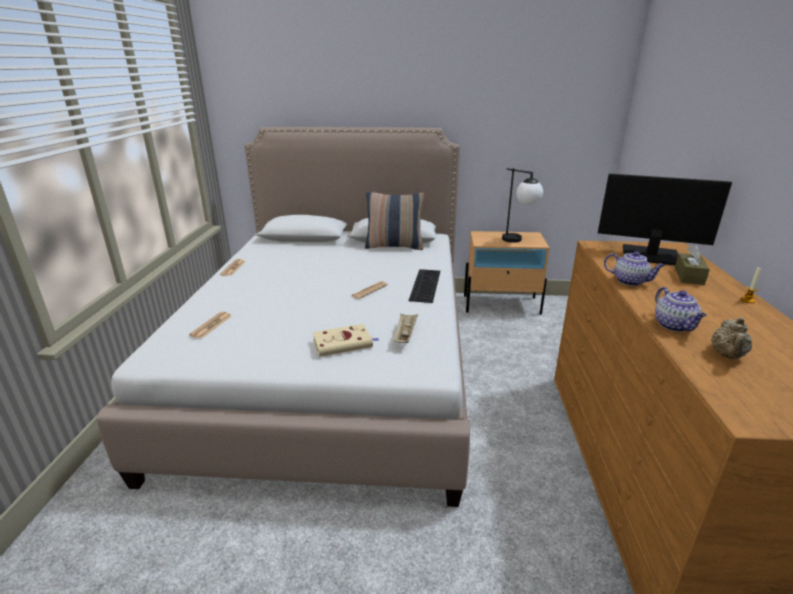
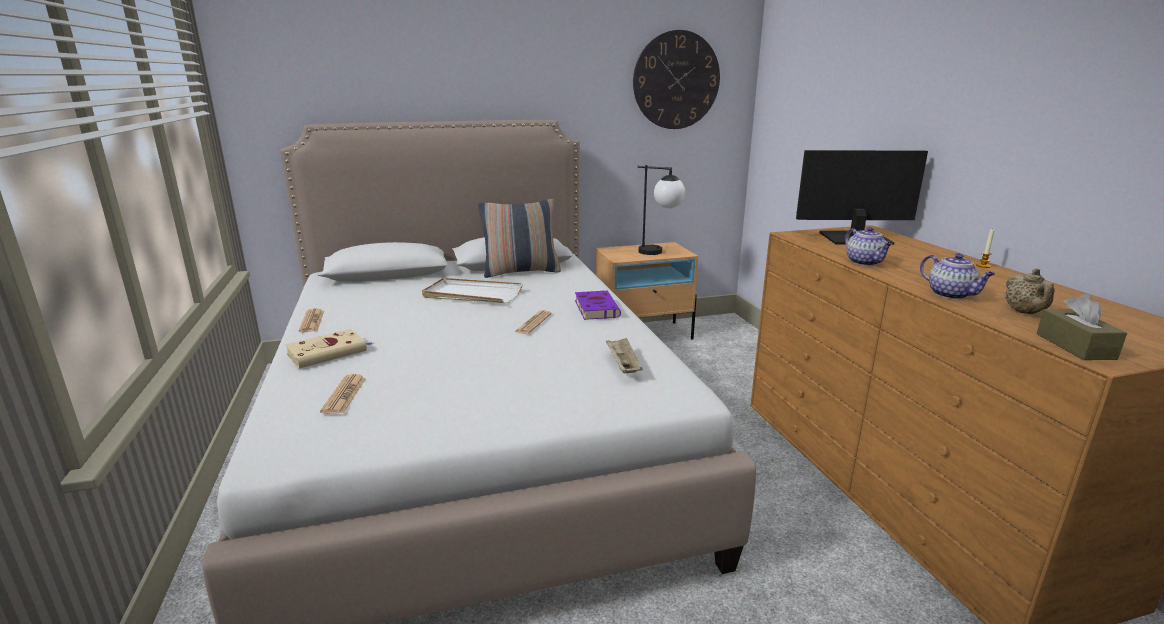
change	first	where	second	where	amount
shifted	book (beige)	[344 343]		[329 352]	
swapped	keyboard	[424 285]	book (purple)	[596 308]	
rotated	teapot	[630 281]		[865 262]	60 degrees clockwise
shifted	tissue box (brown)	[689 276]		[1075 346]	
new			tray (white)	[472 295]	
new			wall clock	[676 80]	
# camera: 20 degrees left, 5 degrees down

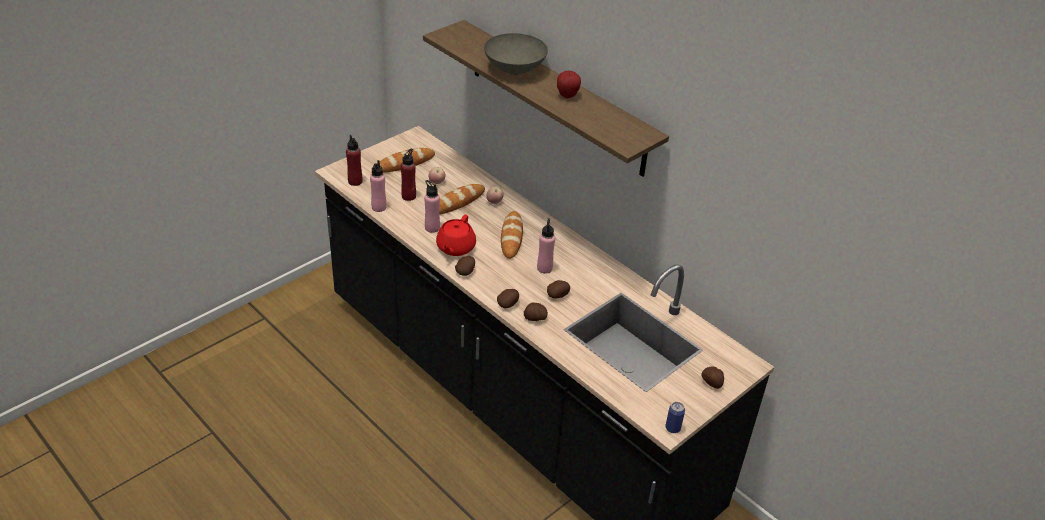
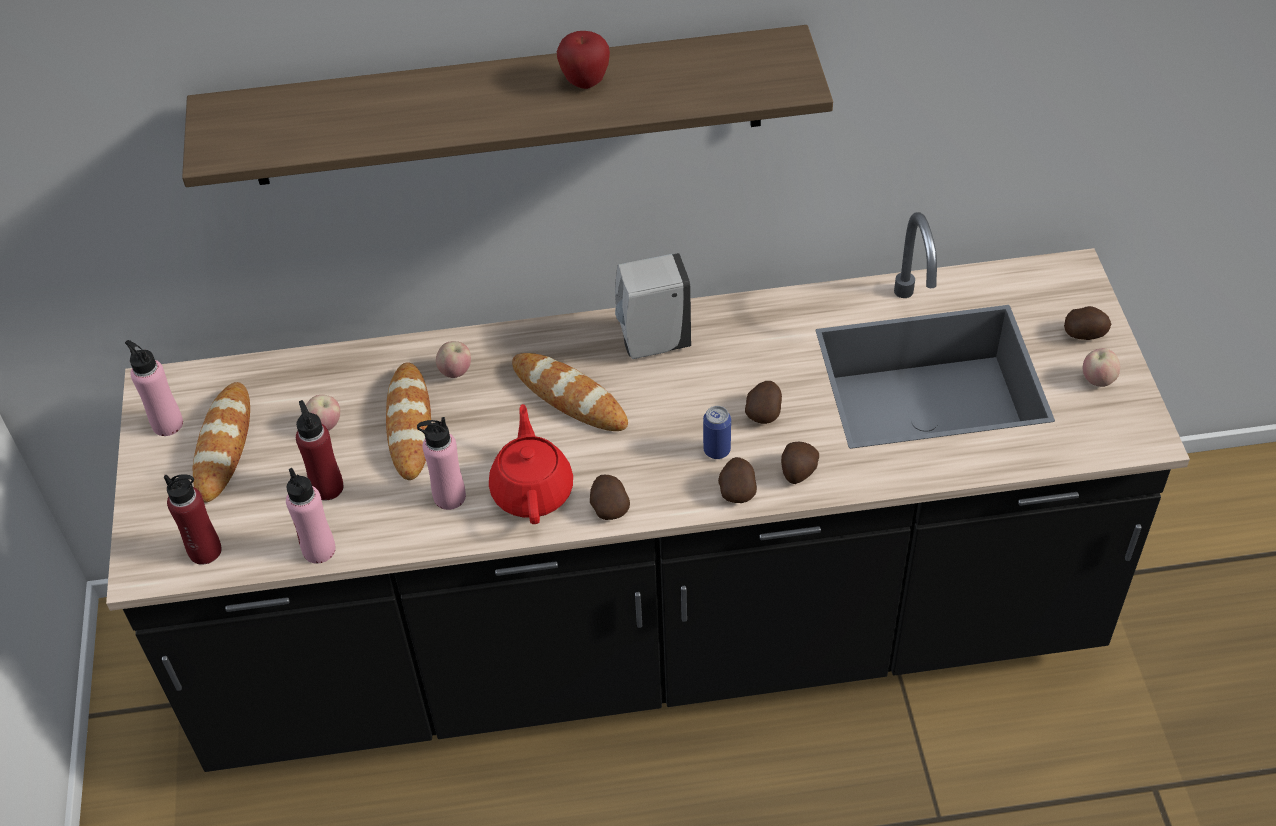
change	first	where	second	where	amount
rotated	teapot (red)	[455 248]		[533 490]	150 degrees counterclockwise
gone	bowl (grey)	[514 69]			
shifted	bottle (pink)	[544 268]		[167 424]	
shifted	can	[672 428]		[717 450]	
new			soap dispenser (white)	[651 343]	
new			apple	[1097 380]	
# camera: 50 degrees left, 10 degrees up

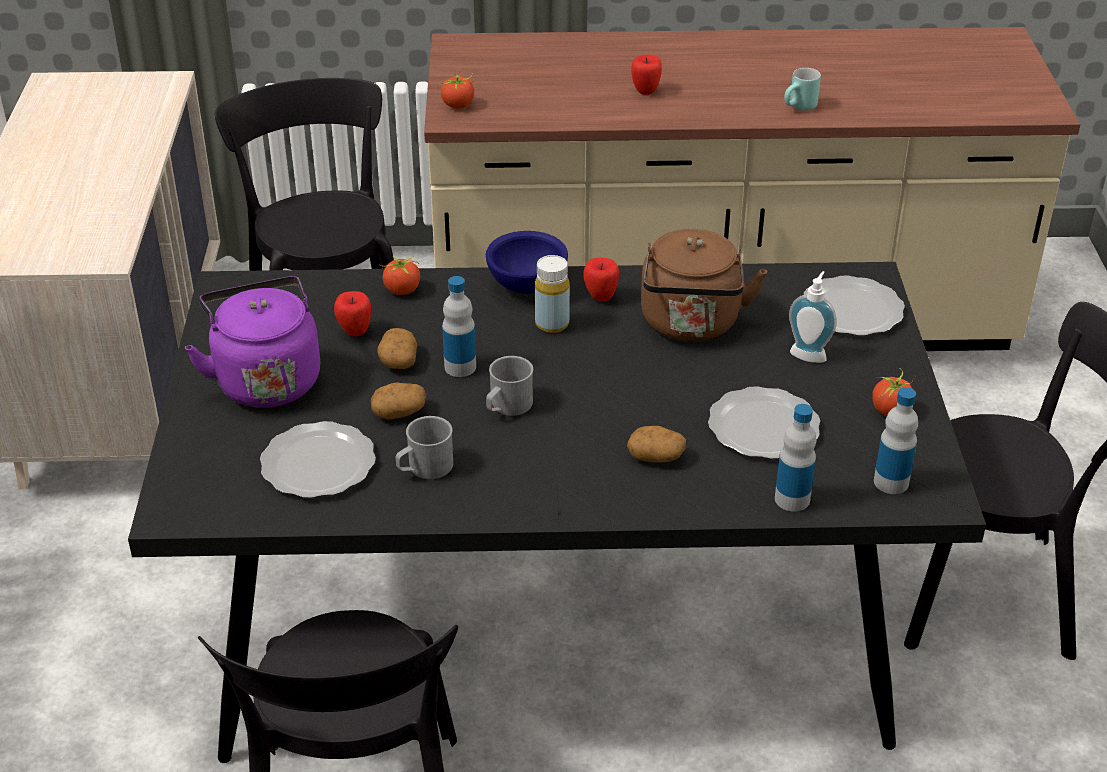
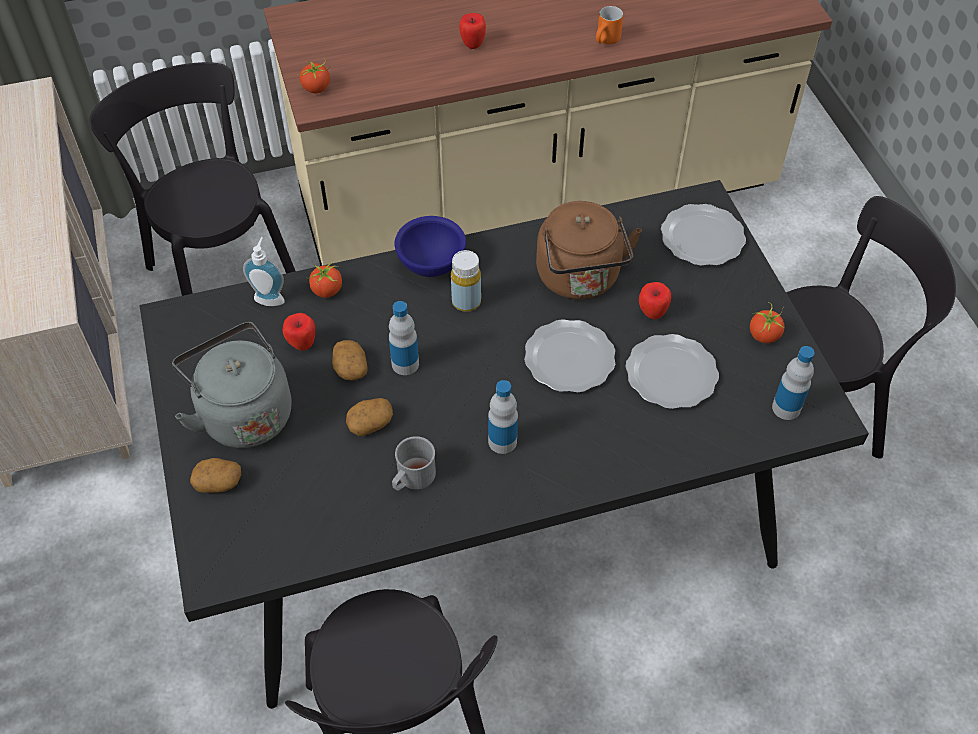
change	first	where	second	where	amount
repainted	kettle (purple)	[266 379]	kettle (grey)	[243 413]	
shifted	plate	[319 464]		[571 359]	
gone	mug (grey)	[507 407]			
shifted	apple	[600 298]		[652 314]	
shifted	potato	[656 456]		[219 482]	
shifted	bottle	[792 499]		[502 441]	
repainted	mug (turquoise)	[800 108]	mug (orange)	[607 42]	
shifted	soap dispenser	[809 353]		[270 297]	
# camera: 15 degrees left, 15 degrees up

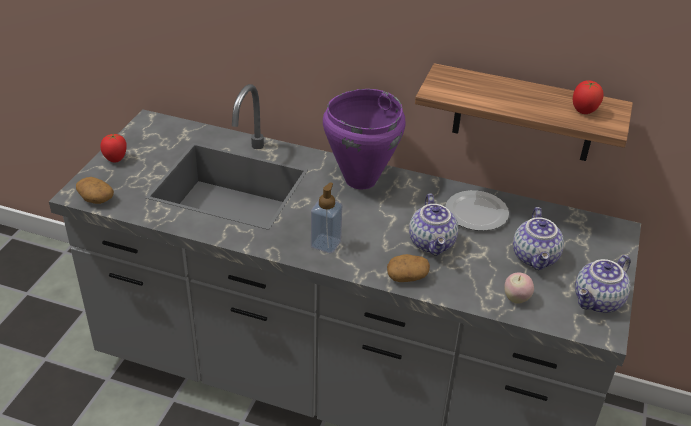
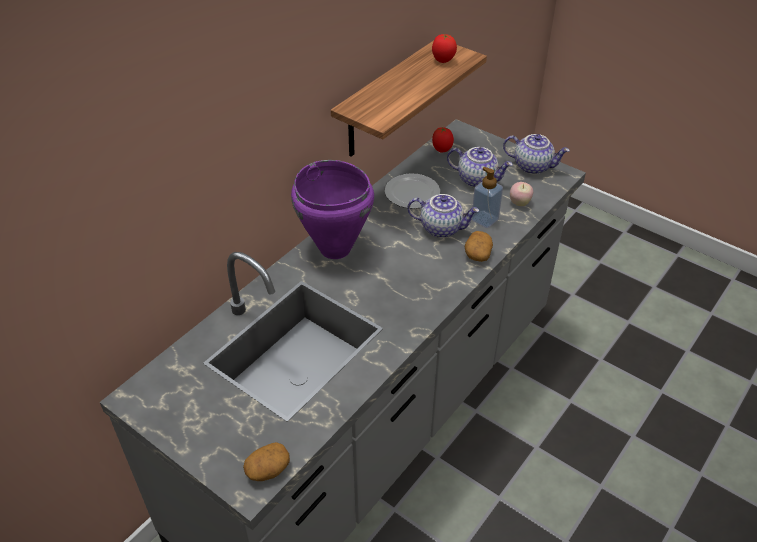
change	first	where	second	where	amount
shifted	tomato	[115 159]		[442 150]	
shifted	soap dispenser	[326 244]		[484 219]	
rotated	teapot	[598 302]		[533 166]	45 degrees counterclockwise
# camera: 70 degrees left, 5 degrees up

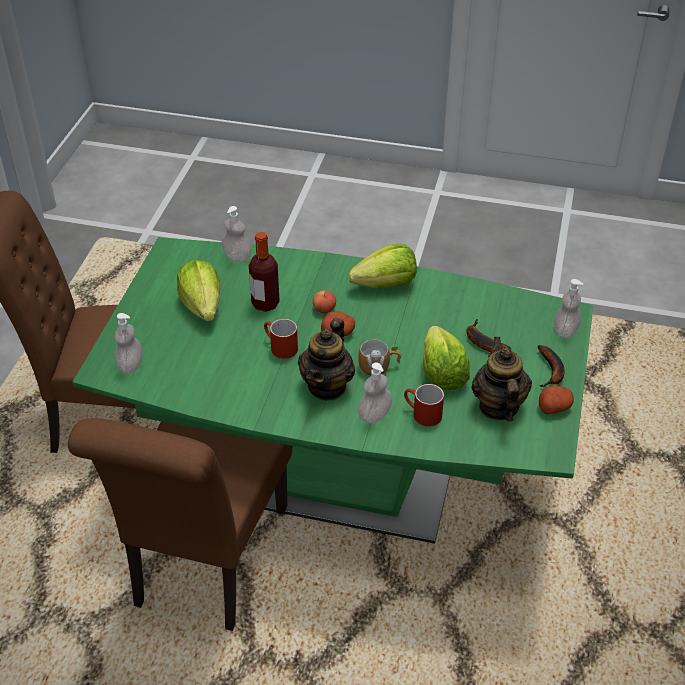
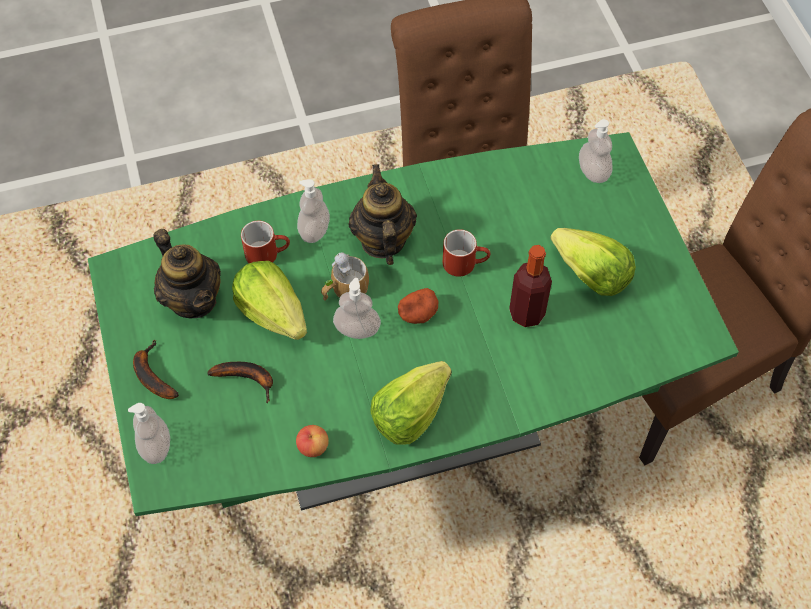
change	first	where	second	where	amount
shifted	soap dispenser	[237 257]		[357 329]	
shifted	apple	[324 309]		[313 447]	
gone	potato	[554 407]			
# camera: 150 degrees right, 15 degrees up

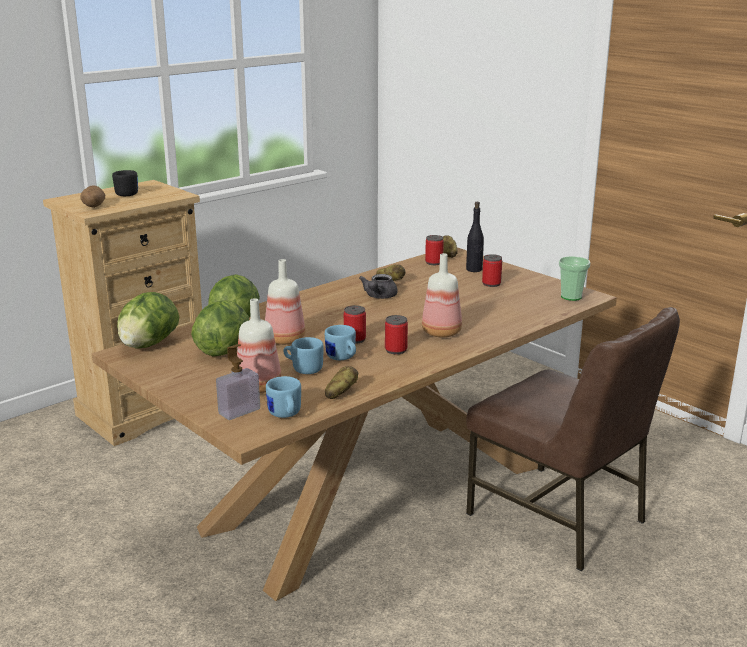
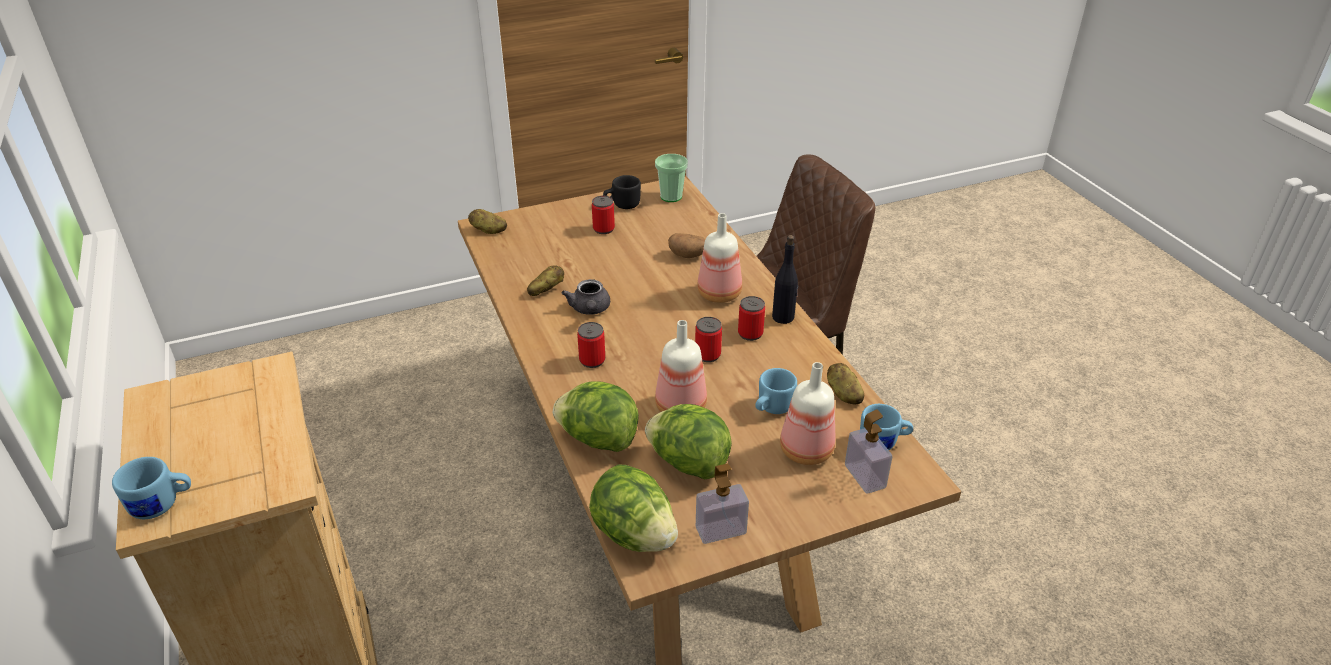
change	first	where	second	where	amount
shifted	potato	[93 206]		[688 255]	
shifted	mug (black)	[125 194]		[622 205]	
shifted	mug (blue)	[342 358]		[162 505]	
rotated	teapot (grey)	[379 297]		[589 310]	45 degrees clockwise
shifted	can	[434 262]		[592 360]	
shifted	bottle (black)	[474 269]		[783 317]	
new			soap dispenser	[720 530]	
# camera: 70 degrees left, 15 degrees up

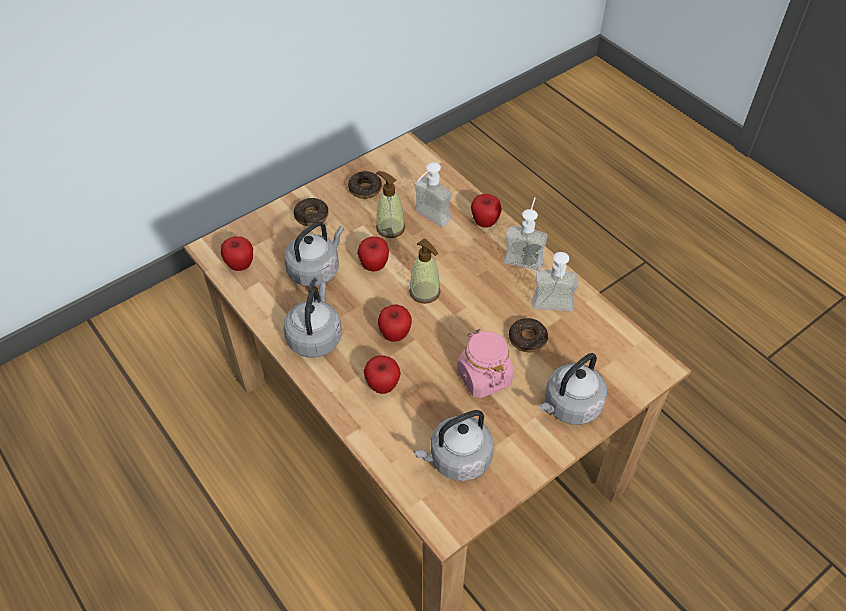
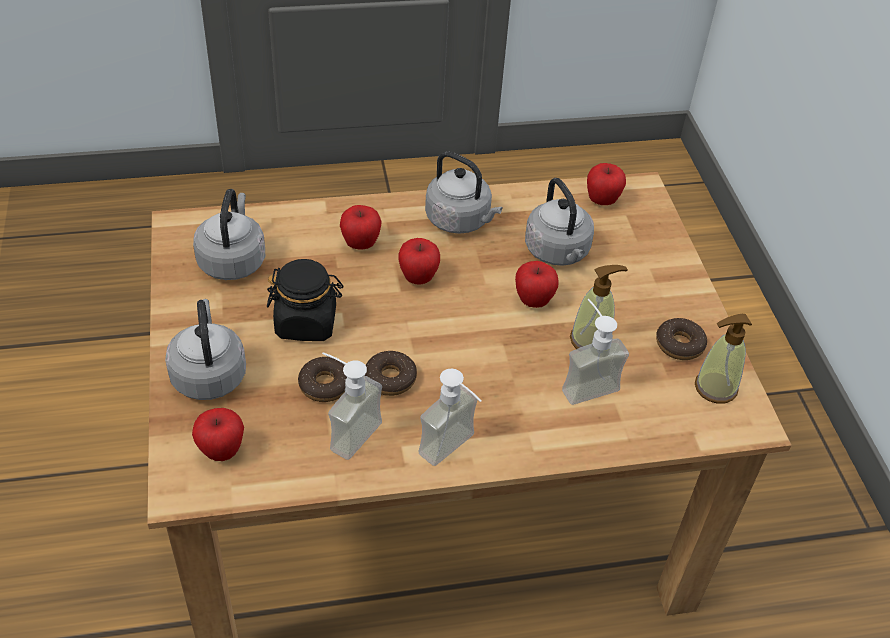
change	first	where	second	where	amount
shifted	donut	[311 216]		[390 378]	
shifted	soap dispenser	[425 292]		[715 388]	
repainted	jar (pink)	[484 377]	jar (black)	[306 323]	
shifted	apple	[485 222]		[221 451]	
# camera: 115 degrees right, 5 degrees down

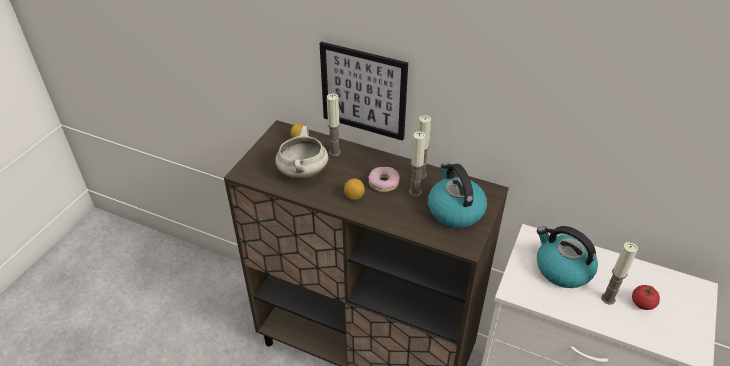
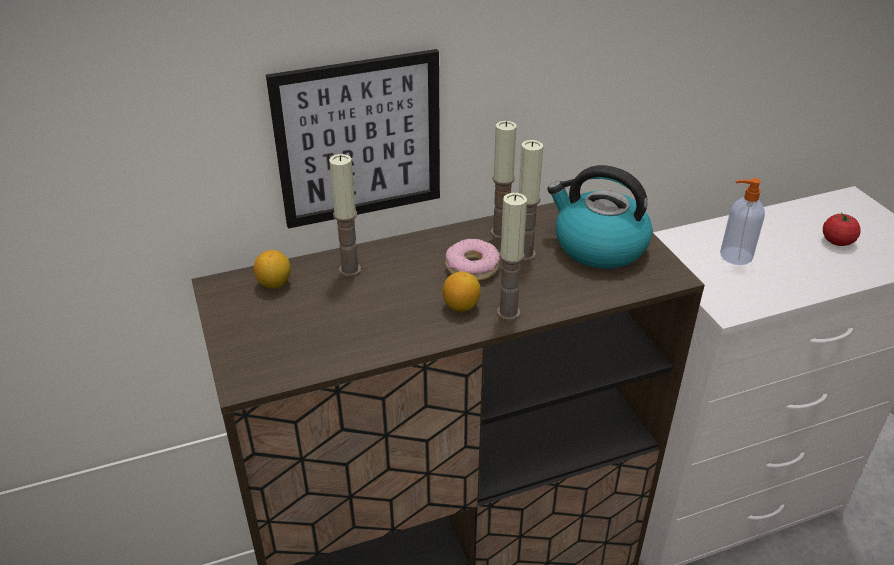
change	first	where	second	where	amount
gone	cooking pot (white)	[302 172]			
swapped	kettle	[562 269]	soap dispenser	[734 256]	
shifted	candle	[608 299]		[508 312]	
# camera: 45 degrees left, 5 degrees down

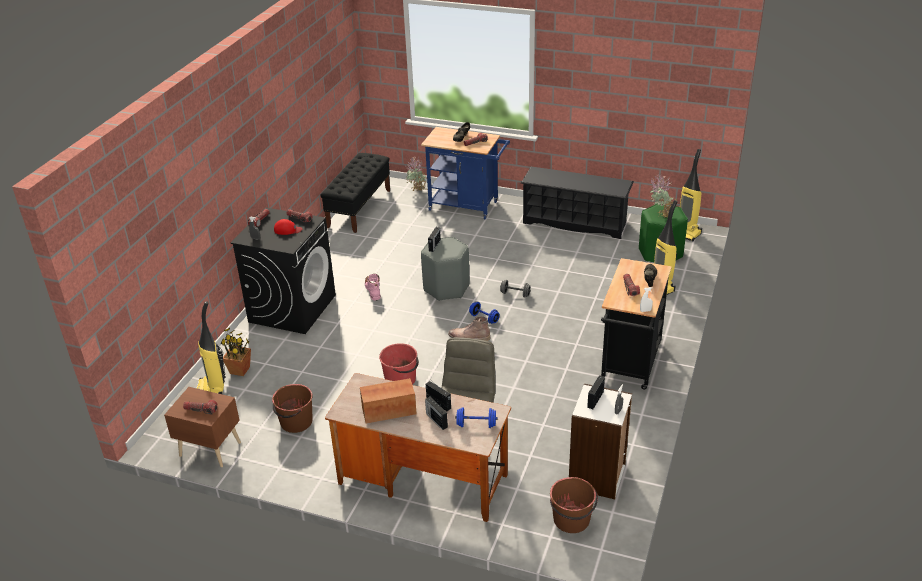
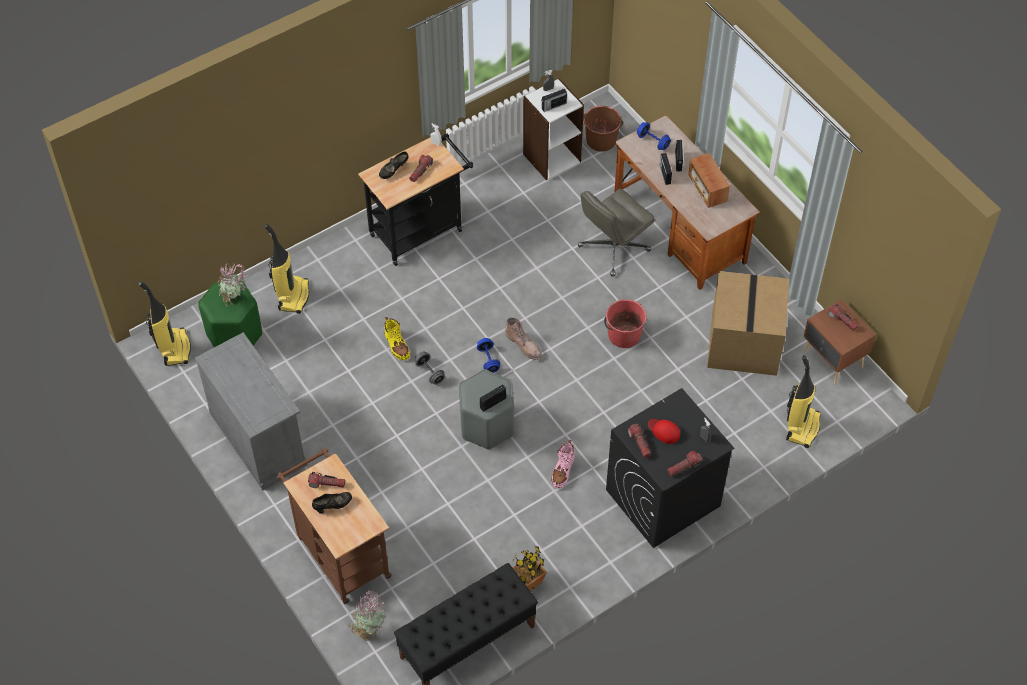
change	first	where	second	where	amount
shifted	potted plant	[240 370]		[528 582]	
swapped	bucket (brown)	[296 422]	cardboard box	[745 344]	
rotated	radio	[389 411]		[707 188]	45 degrees clockwise
repainted	cart (blue)	[467 206]	cart (brown)	[340 553]	
swapped	shoe rack (black)	[575 223]	cabinet (grey)	[258 438]	
new			boot (yellow)	[396 345]	
# camera: 145 degrees left, 20 degrees up

